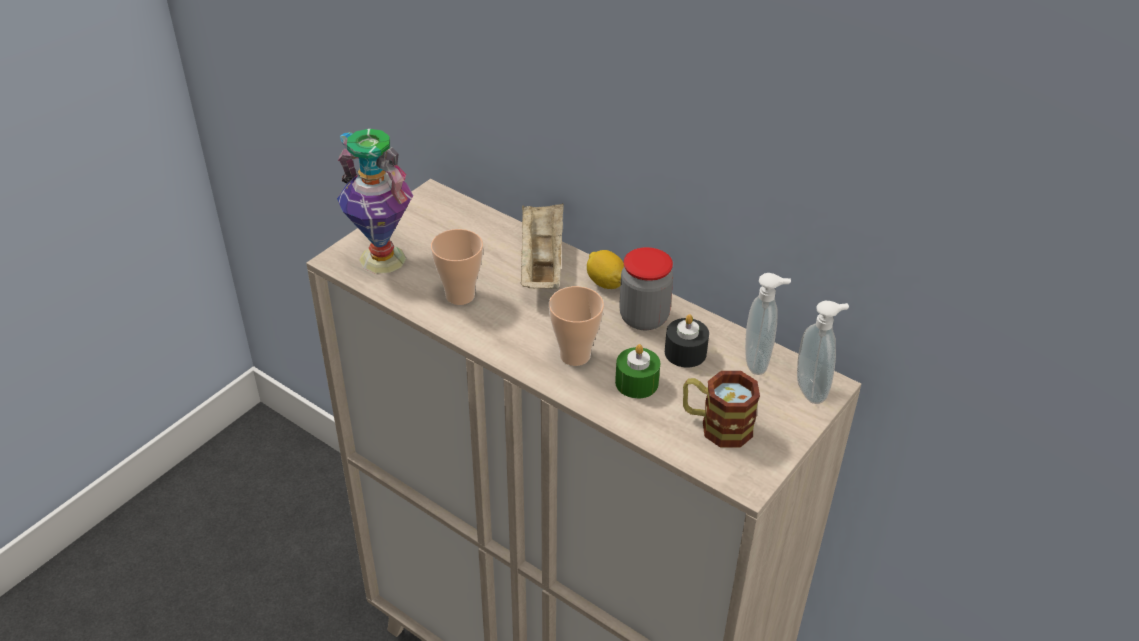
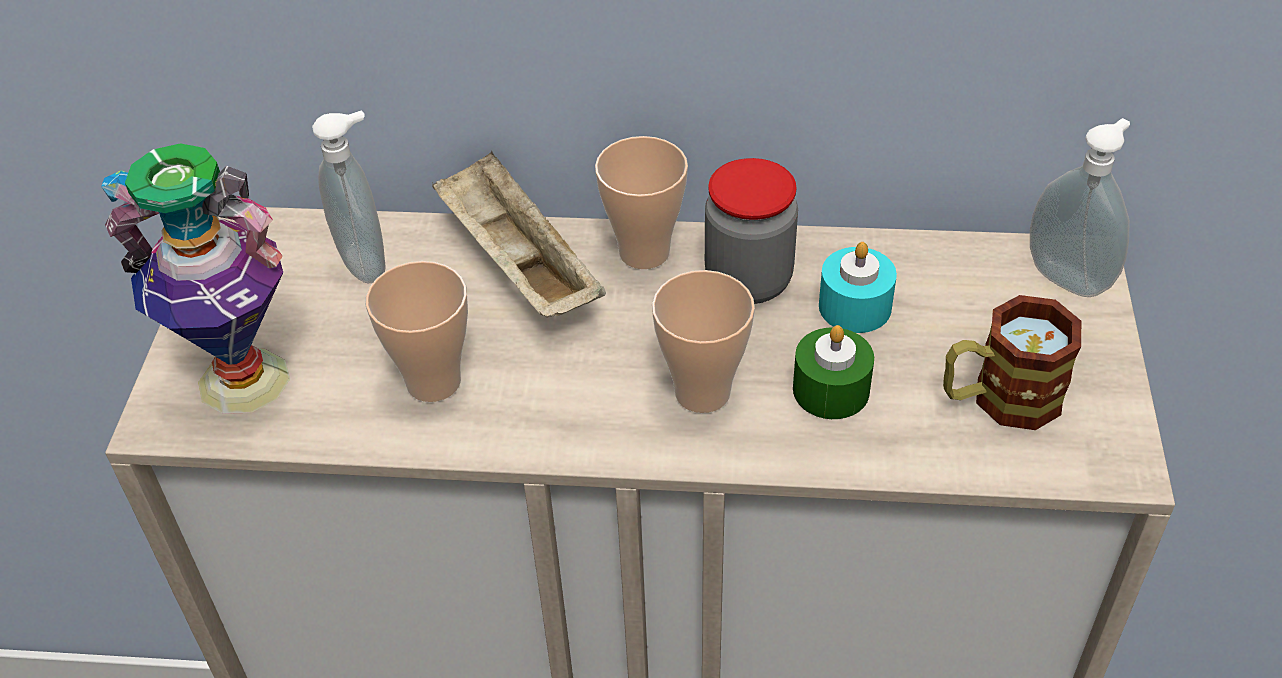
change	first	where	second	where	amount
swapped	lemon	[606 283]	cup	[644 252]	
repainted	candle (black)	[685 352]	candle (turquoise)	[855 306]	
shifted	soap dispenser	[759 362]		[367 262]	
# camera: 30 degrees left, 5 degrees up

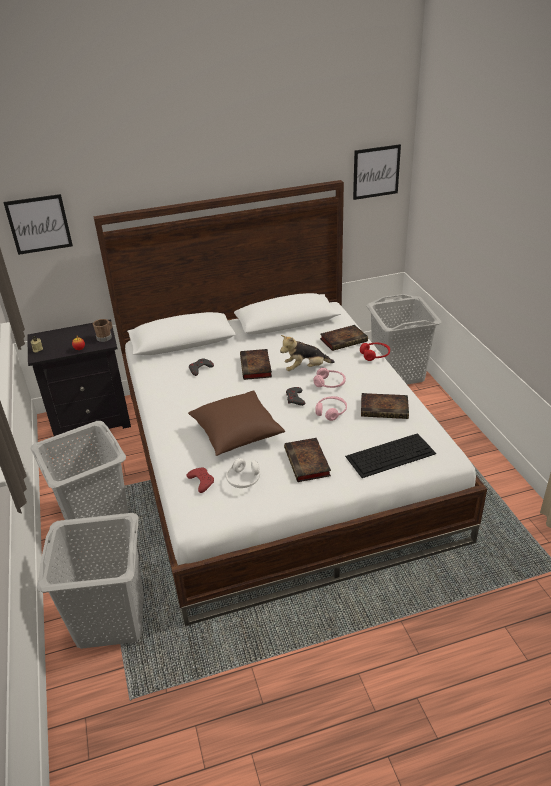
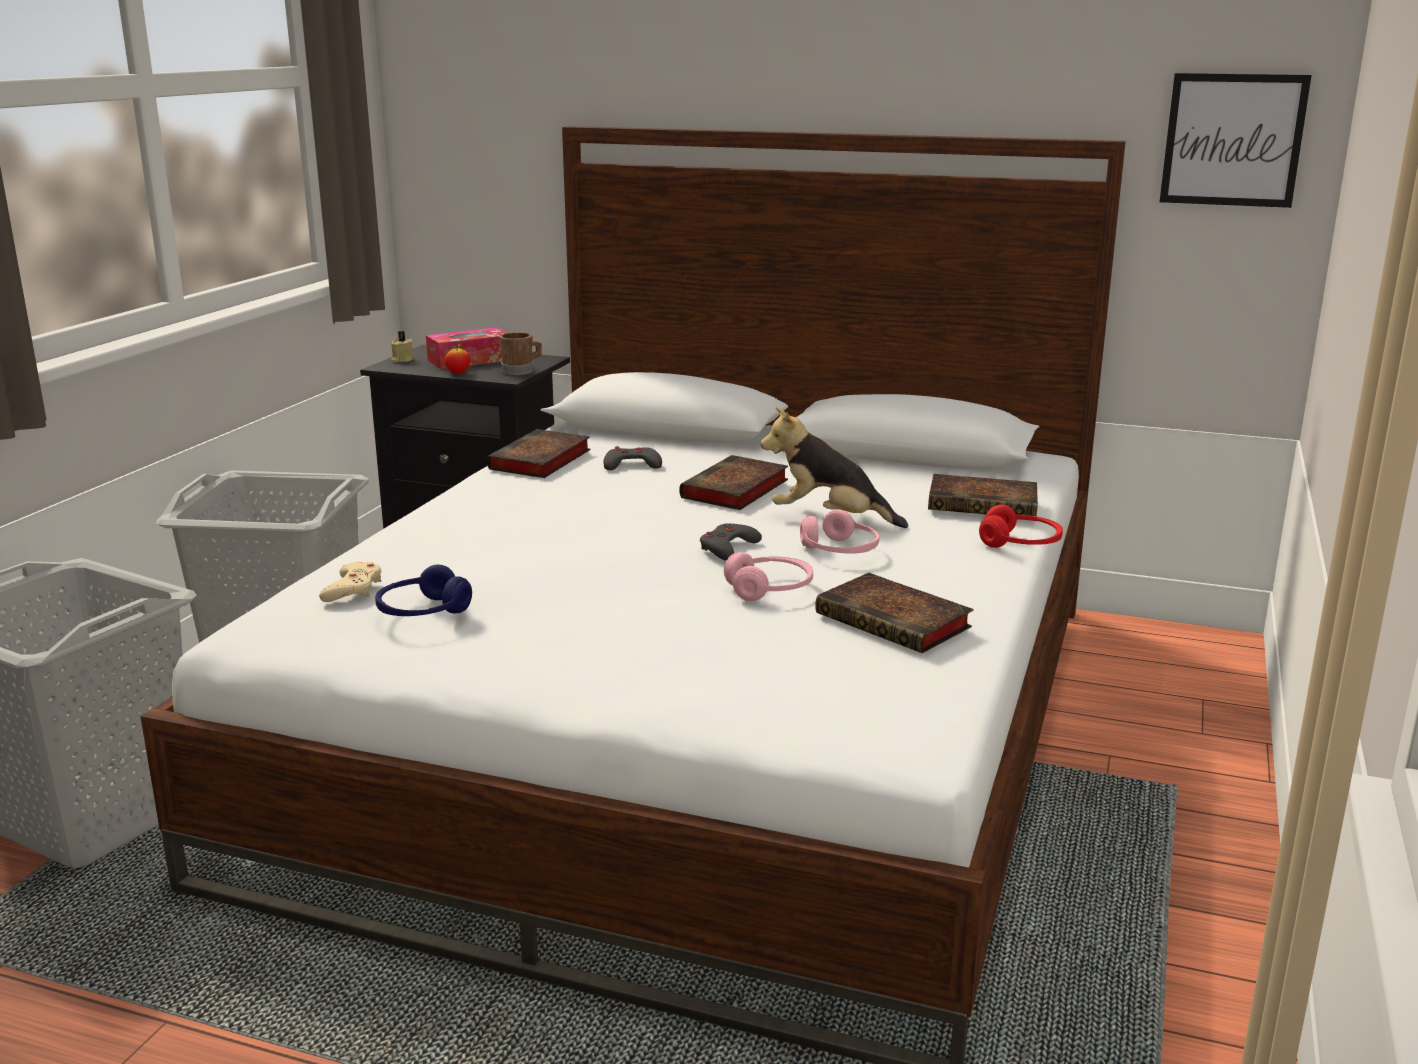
change	first	where	second	where	amount
gone	picture	[39 224]			
repainted	game controller (red)	[201 481]	game controller (beige)	[353 589]	
gone	pillow (brown)	[236 434]			
repainted	headphones (white)	[244 479]	headphones (blue)	[423 612]	
shifted	book	[308 463]		[540 461]	
gone	keyboard	[391 454]			
gone	laundry basket (grey)	[398 373]			
new			tissue box	[470 360]	
# camera: 35 degrees right, 15 degrees down

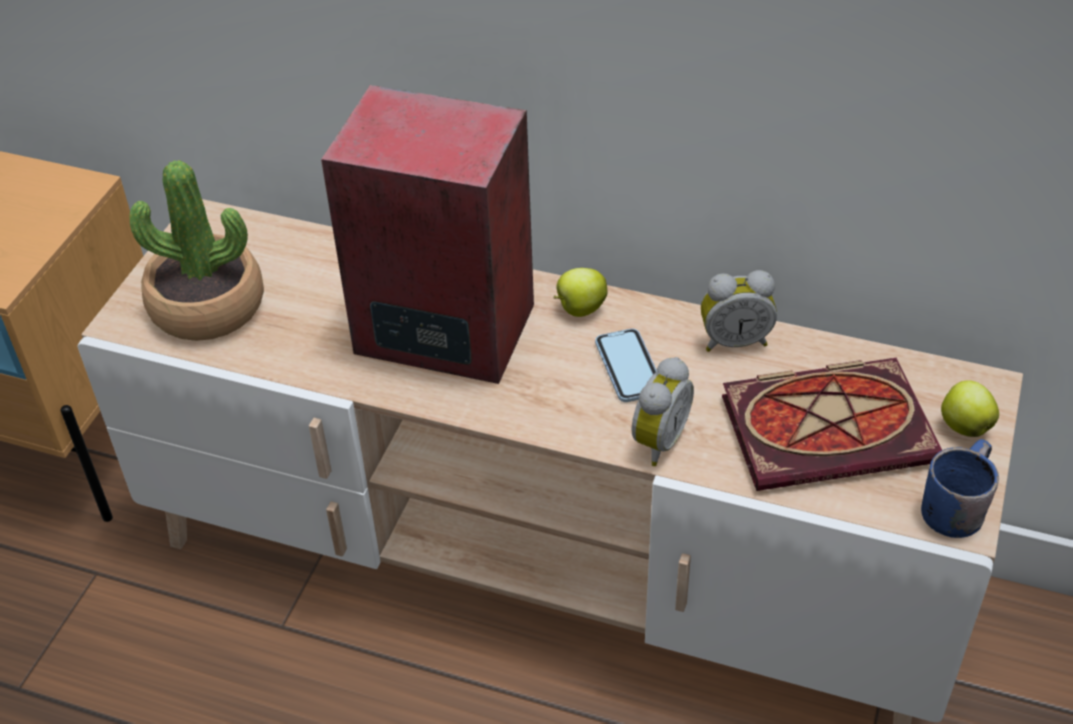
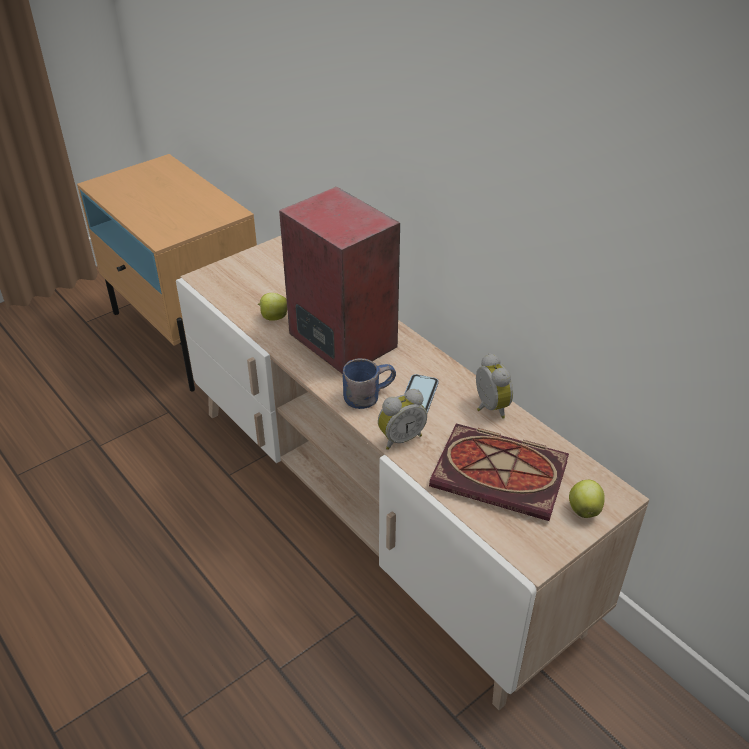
change	first	where	second	where	amount
gone	potted plant	[207 306]			
shifted	apple	[579 309]		[273 317]	
rotated	alarm clock	[734 340]		[488 408]	135 degrees counterclockwise
shifted	mug (blue)	[952 503]		[367 394]	
# camera: 30 degrees right, 5 degrees down

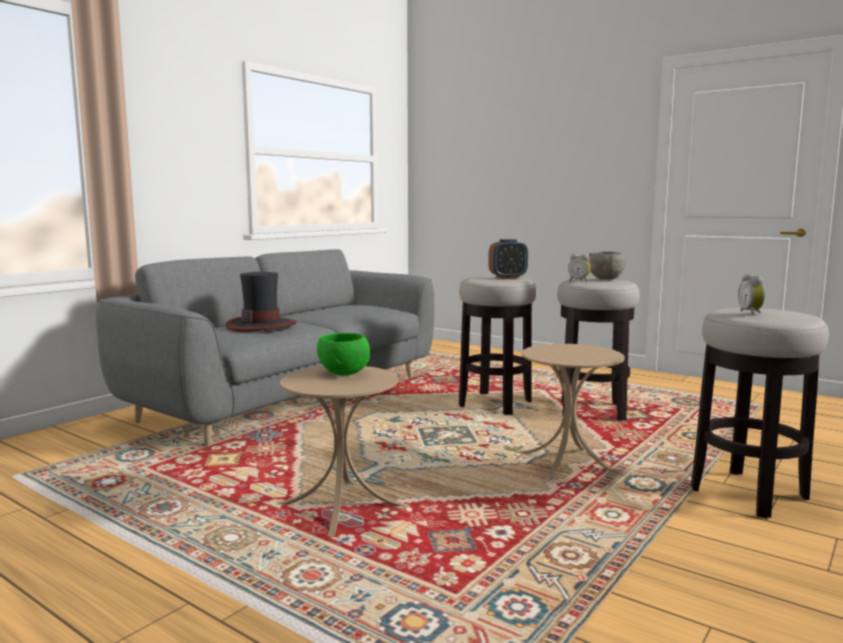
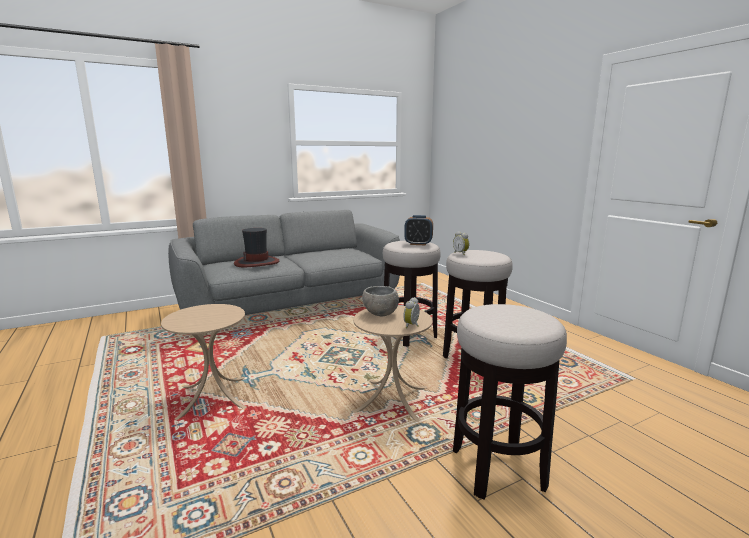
change	first	where	second	where	amount
gone	bowl (green)	[344 373]			
shifted	bowl (grey)	[606 279]		[381 314]	
shifted	alarm clock	[751 313]		[412 326]	
# camera: 25 degrees right, 5 degrees up

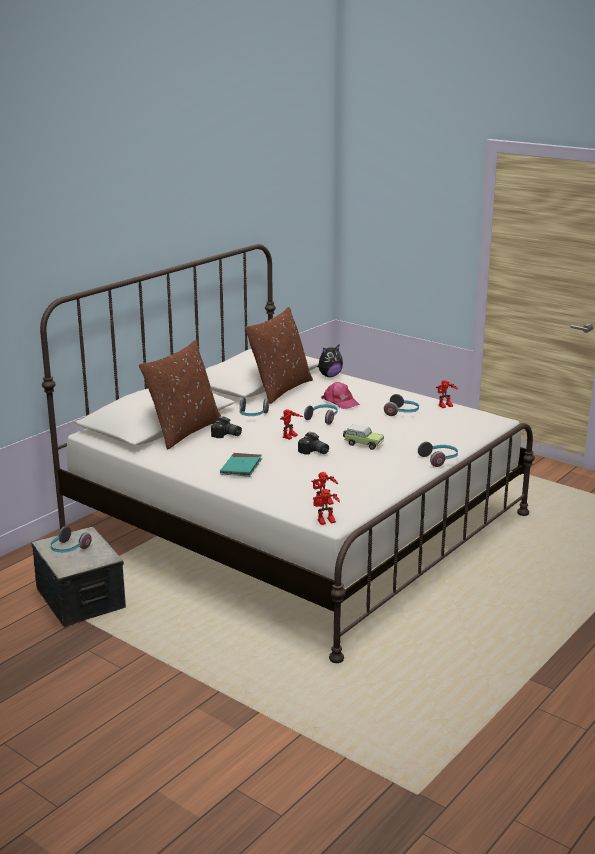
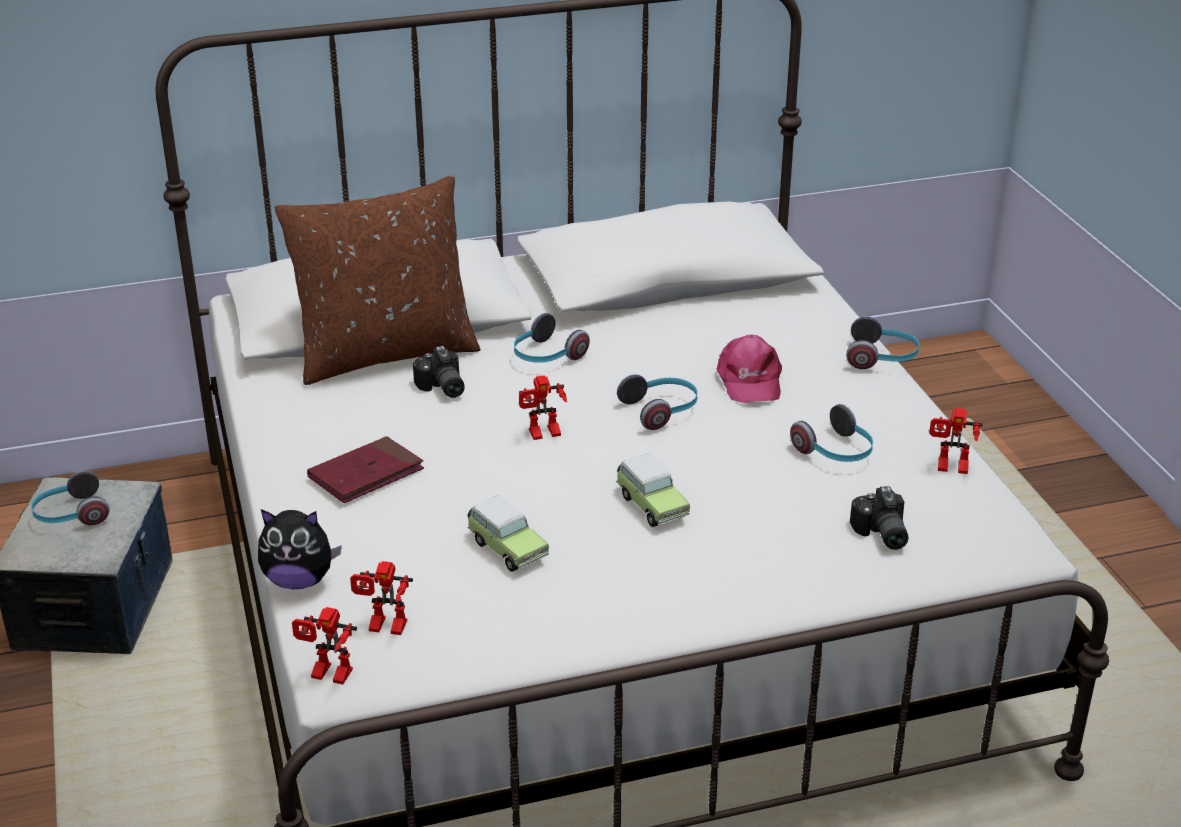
change	first	where	second	where	amount
repainted	book (turquoise)	[241 467]	book (red)	[366 474]	
gone	pillow (brown)	[280 389]			
shifted	photo camera	[313 452]		[880 534]	
shifted	plush toy	[329 376]		[299 580]	
shifted	headphones	[439 460]		[882 358]	
new			toy car	[506 548]	
# camera: 35 degrees right, 10 degrees up

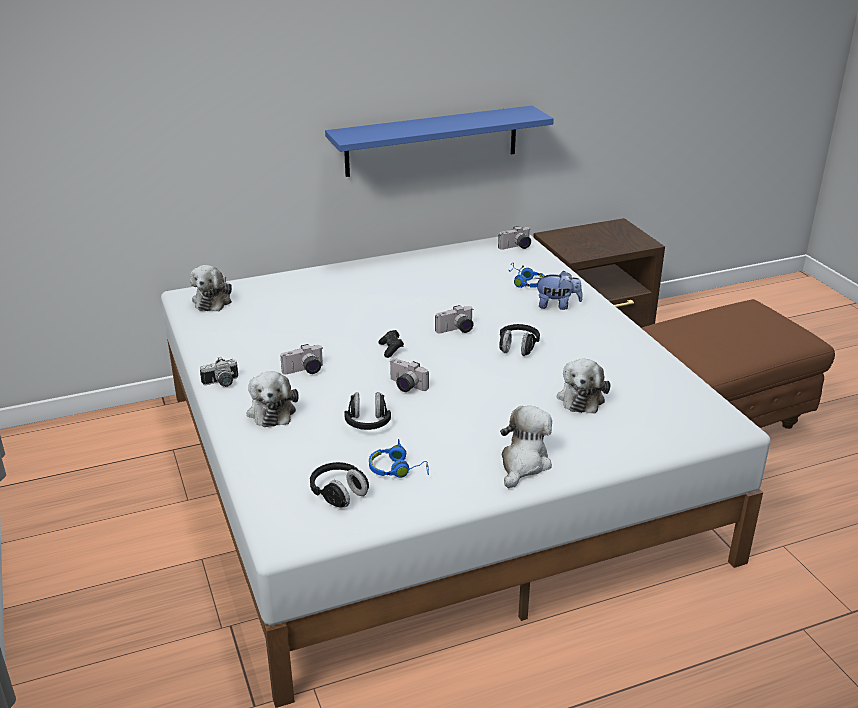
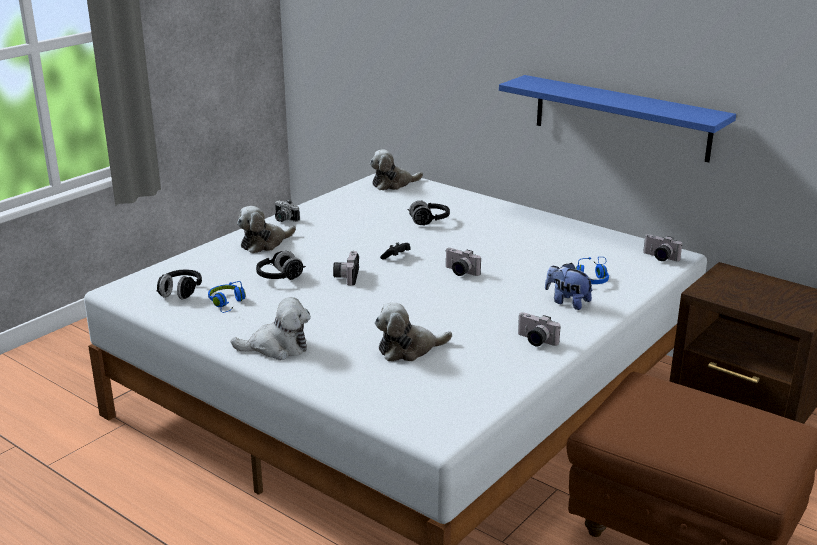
change	first	where	second	where	amount
shifted	photo camera	[304 371]		[535 341]	
shifted	headphones (black)	[517 348]		[429 221]	
rotated	plush toy	[557 305]		[567 302]	150 degrees clockwise
# camera: 60 degrees right, 5 degrees down

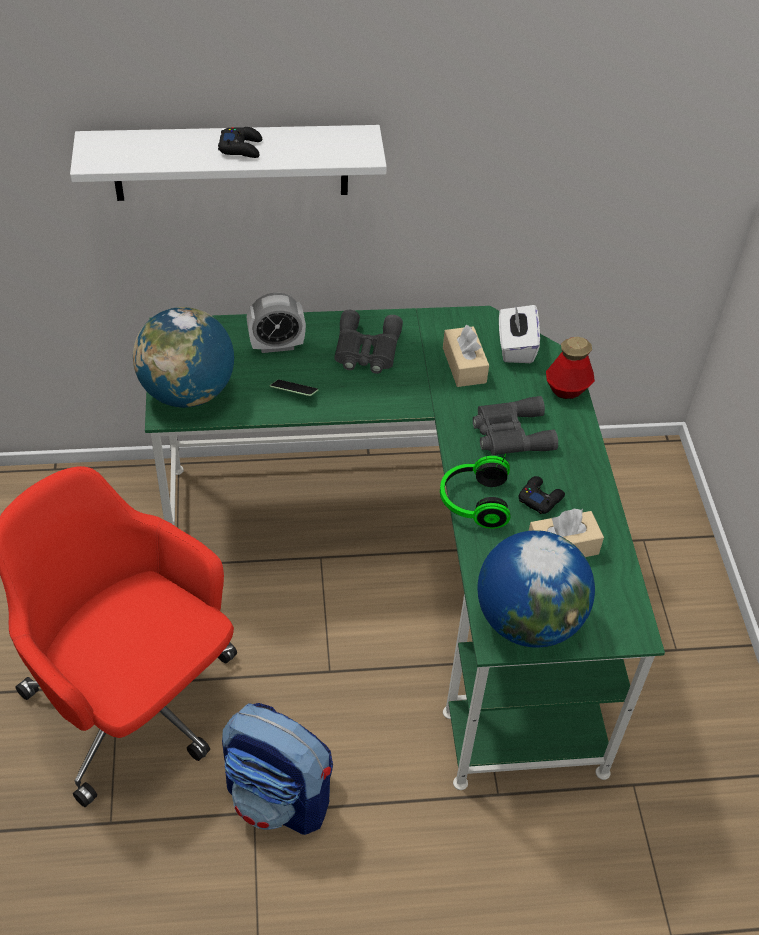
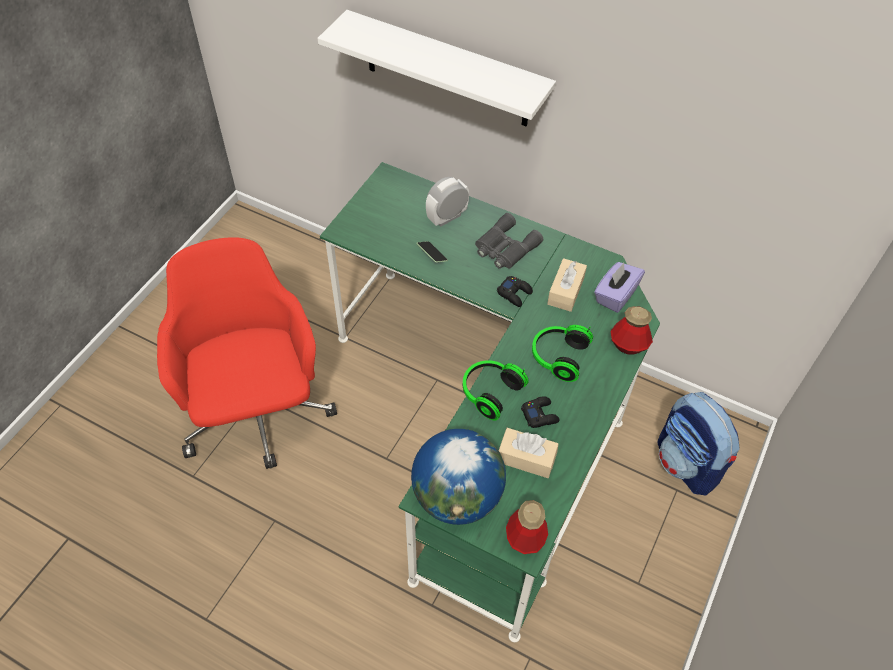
change	first	where	second	where	amount
gone	globe	[188 392]			
shifted	game controller (black)	[241 147]		[514 293]	
shifted	backpack	[280 797]		[688 464]	
rotated	alarm clock	[276 345]		[447 217]	120 degrees clockwise
swapped	binoculars (grey)	[510 433]	headphones	[557 357]	
repainted	tissue box (white)	[515 347]	tissue box (purple)	[615 295]	
new			bottle	[525 538]	
# camera: 35 degrees right, 5 degrees up

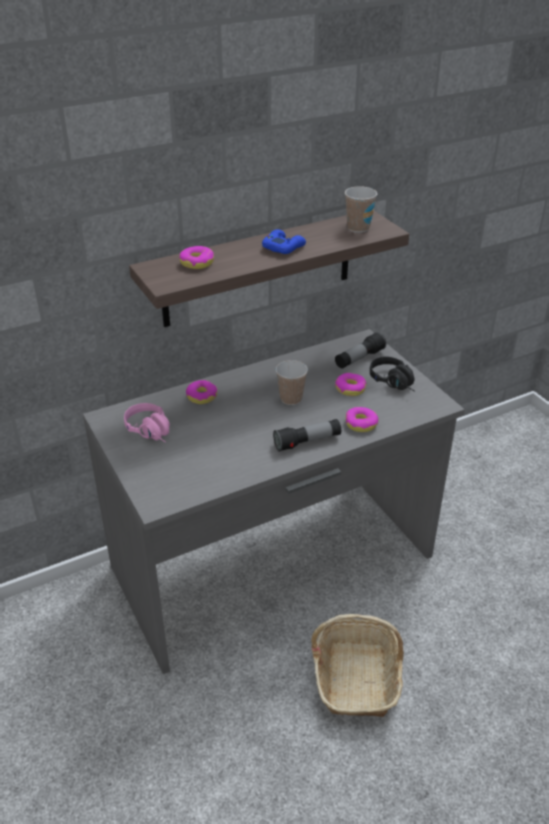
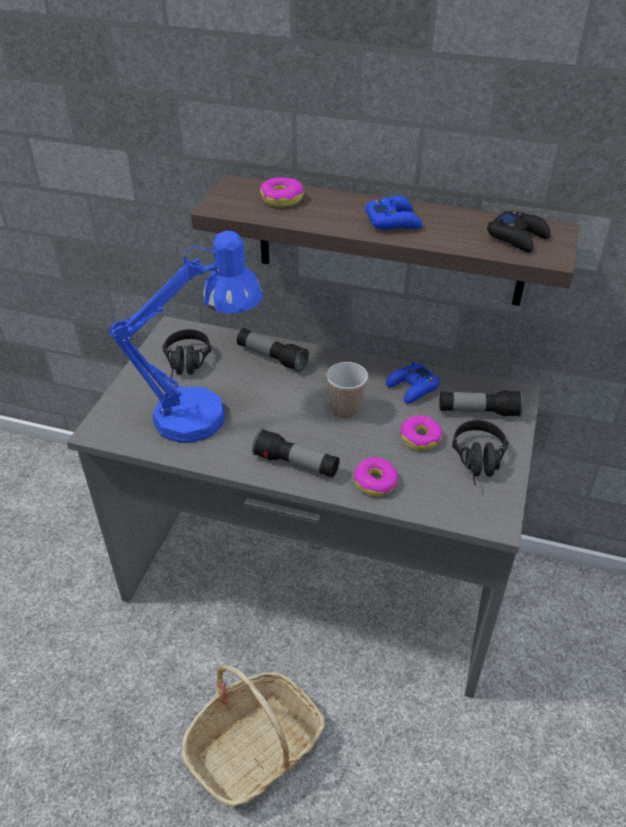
change	first	where	second	where	amount
repainted	headphones (pink)	[153 432]	headphones (black)	[187 365]	
swapped	donut	[202 396]	flashlight	[271 357]	
swapped	cup	[358 228]	game controller (black)	[518 237]	
new			table lamp (blue)	[205 414]	
new			game controller (blue)	[412 388]	
# camera: 45 degrees right, 5 degrees up

